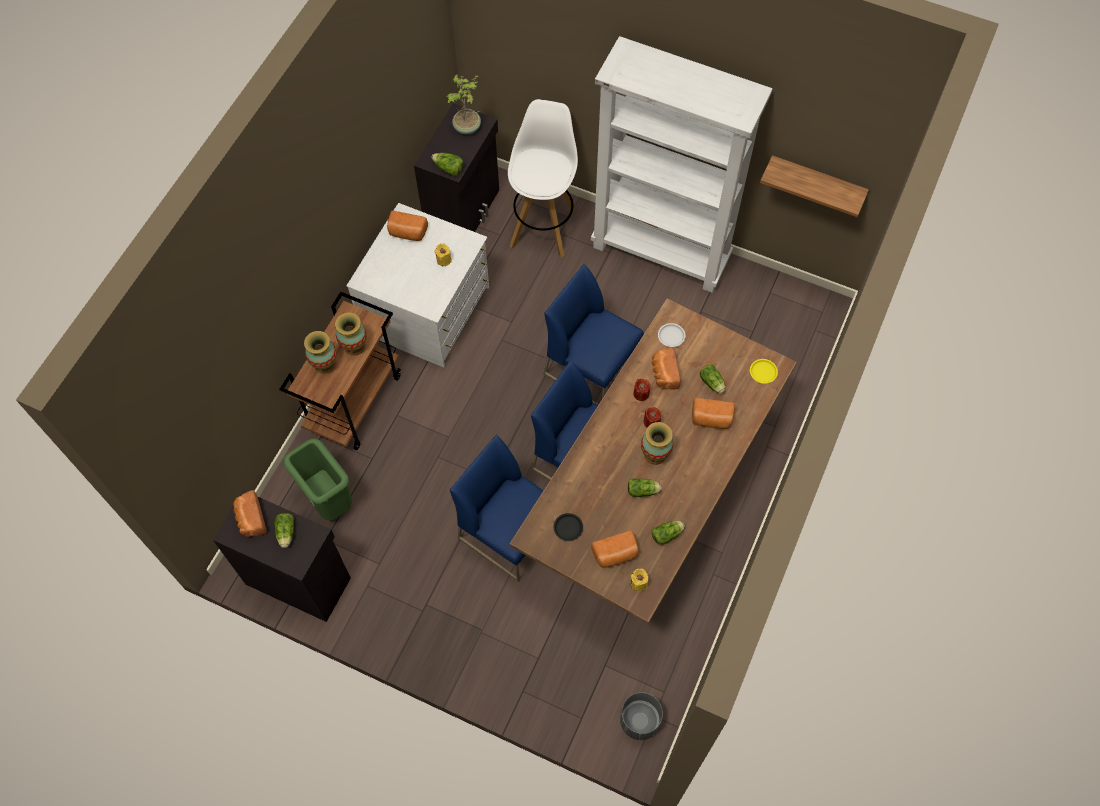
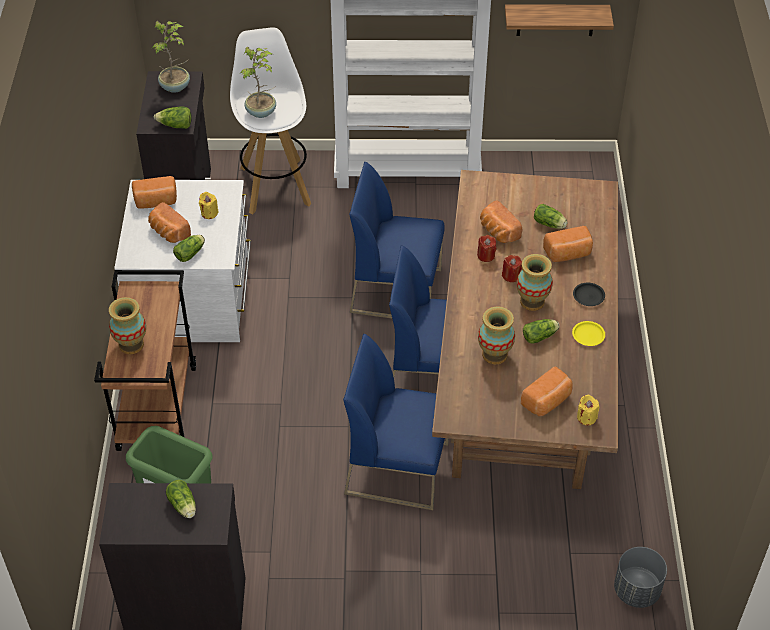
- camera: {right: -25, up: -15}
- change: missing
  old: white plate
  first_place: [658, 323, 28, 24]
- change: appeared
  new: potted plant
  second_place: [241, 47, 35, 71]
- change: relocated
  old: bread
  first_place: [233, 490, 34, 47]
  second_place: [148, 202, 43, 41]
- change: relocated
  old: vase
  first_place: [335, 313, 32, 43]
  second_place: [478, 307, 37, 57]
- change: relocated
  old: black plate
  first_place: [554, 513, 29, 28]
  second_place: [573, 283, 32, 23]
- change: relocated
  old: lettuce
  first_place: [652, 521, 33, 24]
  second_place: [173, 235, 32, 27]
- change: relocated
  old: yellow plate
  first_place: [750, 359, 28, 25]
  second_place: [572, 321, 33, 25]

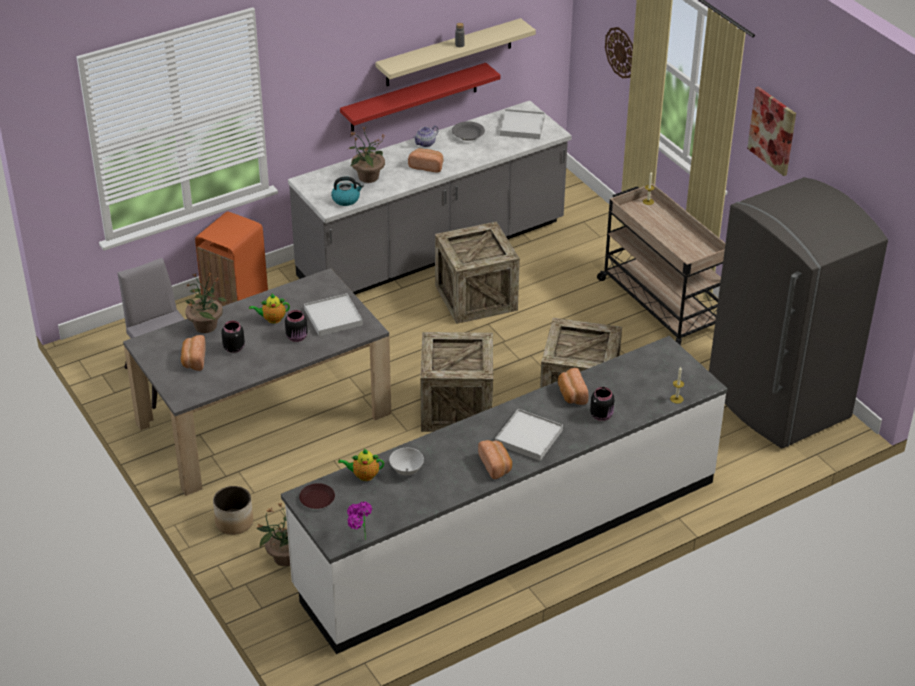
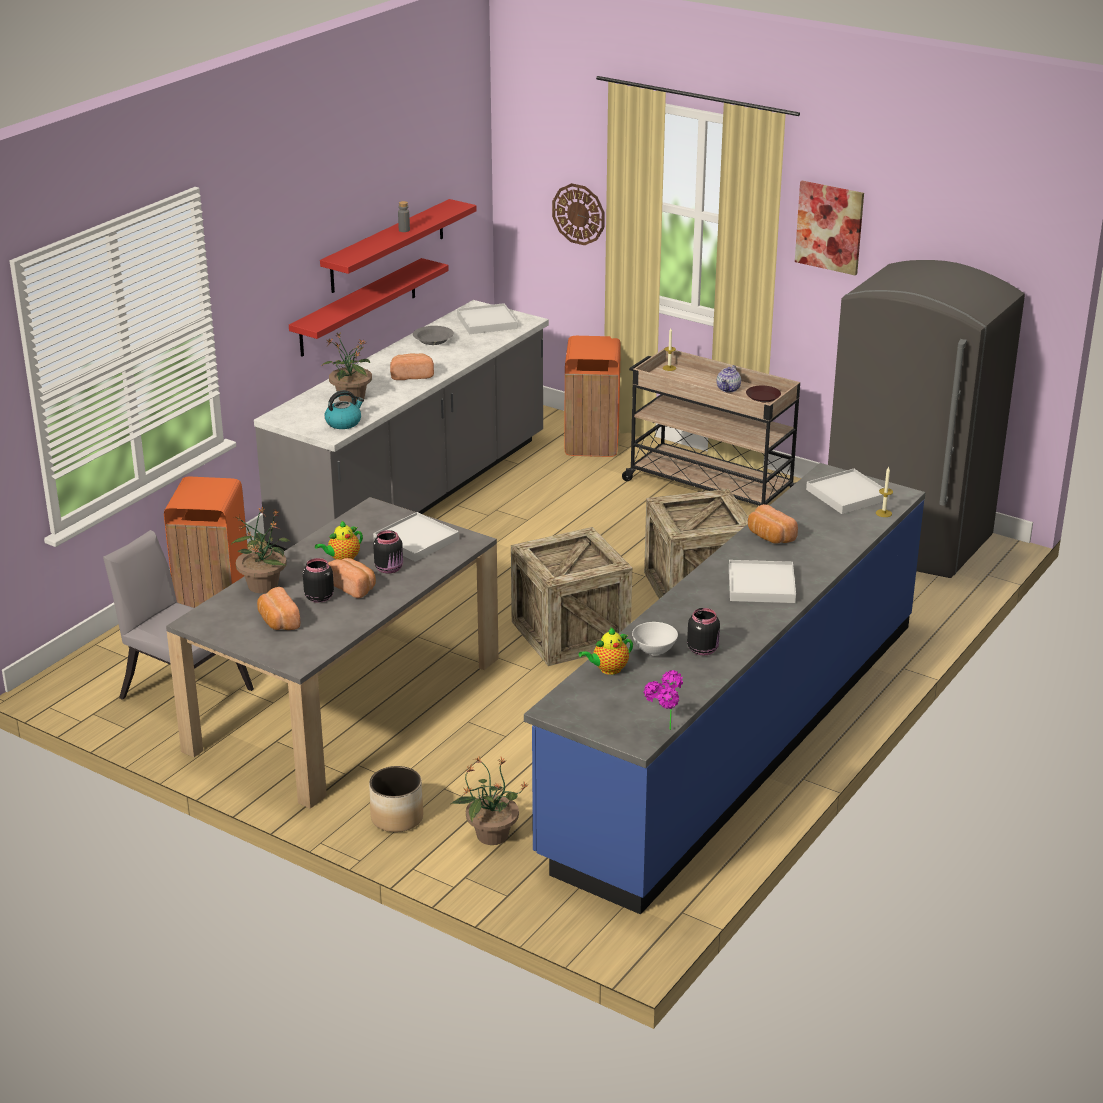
- camera: {right: -25, up: -10}
- change: missing
  old: crate
  first_place: [435, 221, 85, 103]
- change: appeared
  new: orange trash can
  second_place: [564, 336, 57, 121]
- change: appeared
  new: white tray
  second_place: [806, 469, 84, 45]
- change: relocated
  old: brown plate
  first_place: [299, 483, 36, 26]
  second_place: [746, 386, 35, 16]
- change: relocated
  old: teapot
  first_place: [413, 125, 25, 22]
  second_place: [717, 365, 24, 27]
- change: relocated
  old: bread
  first_place: [478, 440, 34, 39]
  second_place: [328, 558, 48, 40]
- change: relocated
  old: black jar
  first_place: [590, 387, 24, 34]
  second_place: [687, 608, 33, 47]
- change: colour
  old: white counter
  new: blue counter
  first_place: [281, 336, 447, 318]
  second_place: [524, 463, 402, 452]
- change: colour
  old: beige shelf
  new: red shelf
  first_place: [375, 18, 161, 68]
  second_place: [320, 199, 157, 94]

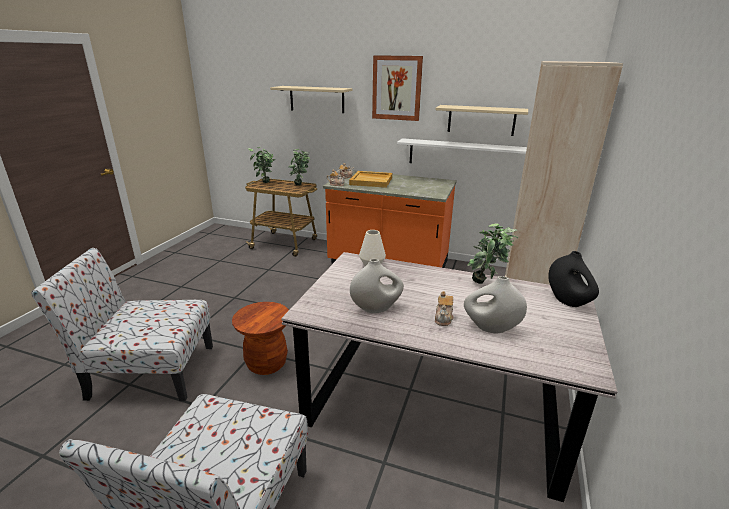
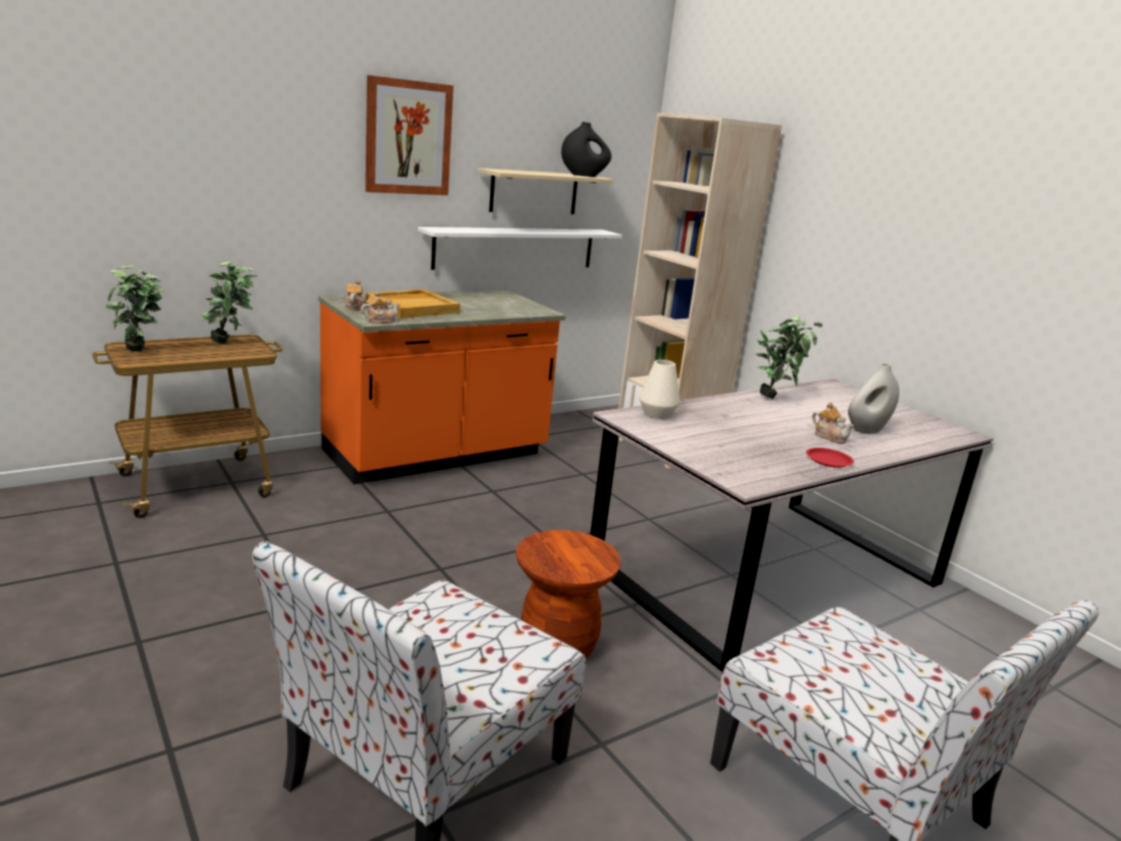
- camera: {right: -55, up: -5}
- change: missing
  old: beige shelf
  first_place: [270, 86, 82, 27]
- change: missing
  old: white vase
  first_place: [350, 259, 54, 54]
- change: appeared
  new: red plate
  second_place: [806, 448, 48, 20]
- change: relocated
  old: black vase
  first_place: [548, 251, 51, 56]
  second_place: [561, 122, 51, 55]

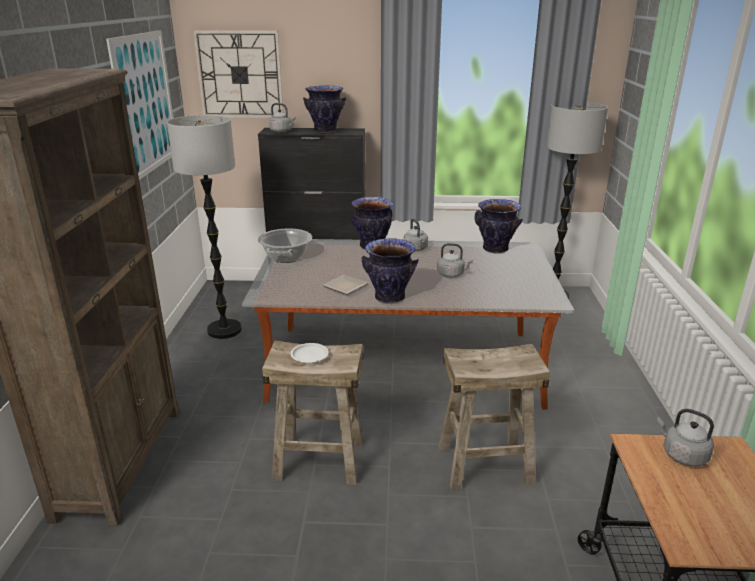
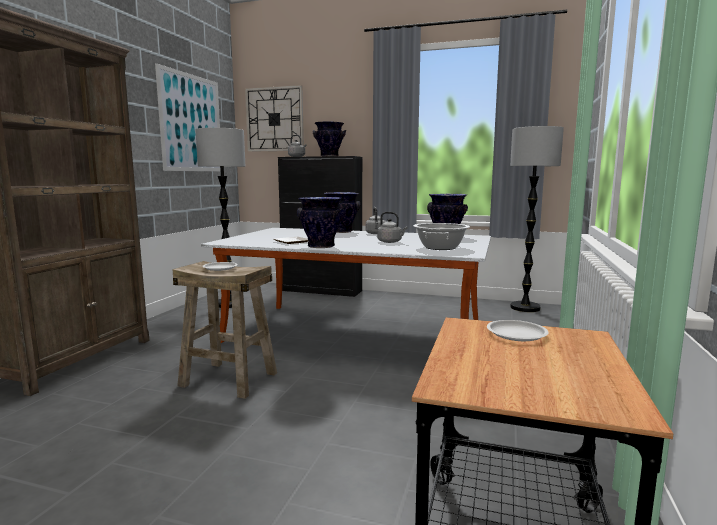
- camera: {right: 15, up: -15}
- change: missing
  old: beige stool
  first_place: [439, 344, 111, 147]
- change: relocated
  old: cooking pot
  first_place: [258, 228, 54, 35]
  second_place: [413, 223, 57, 27]
- change: exchanged
  old: grey kettle
  new: white plate
  first_place: [657, 409, 57, 57]
  second_place: [487, 320, 62, 21]

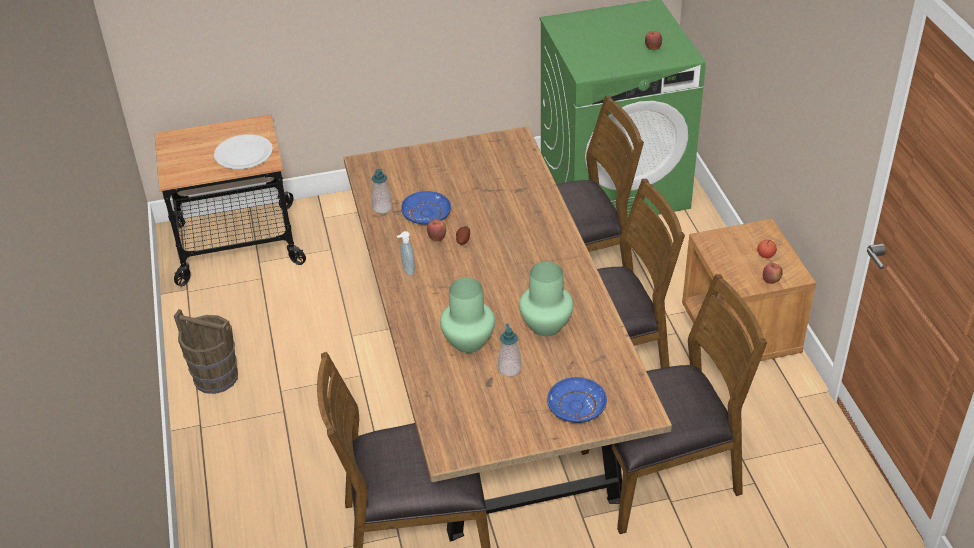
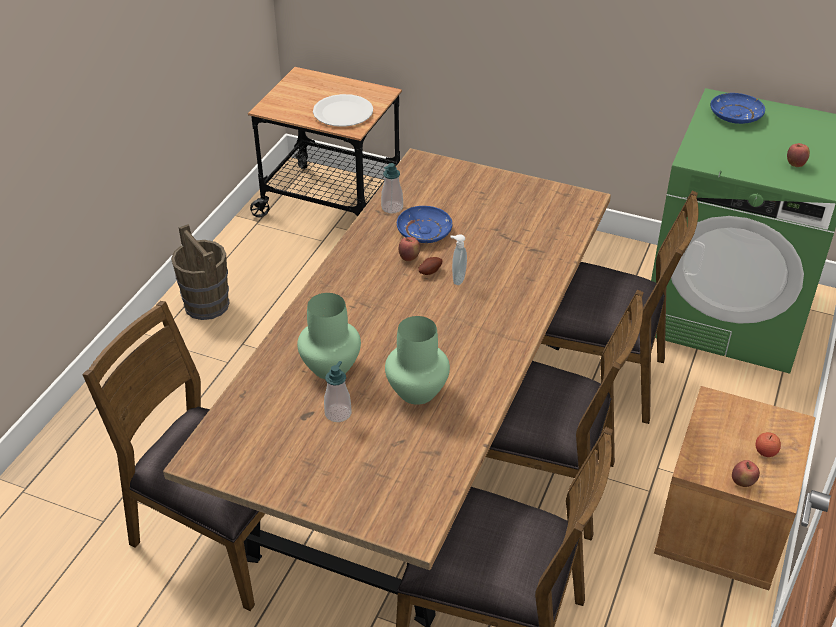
- camera: {right: 35, up: 0}
- change: relocated
  old: soap dispenser
  first_place: [397, 231, 18, 45]
  second_place: [450, 234, 17, 51]
- change: relocated
  old: blue plate
  first_place: [547, 377, 60, 46]
  second_place: [711, 93, 54, 31]

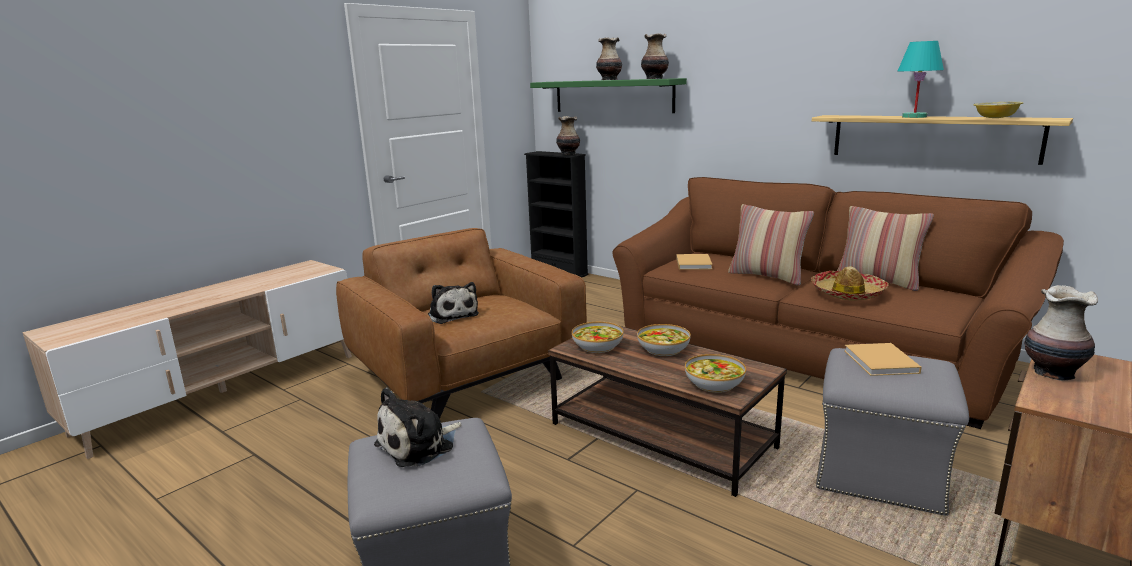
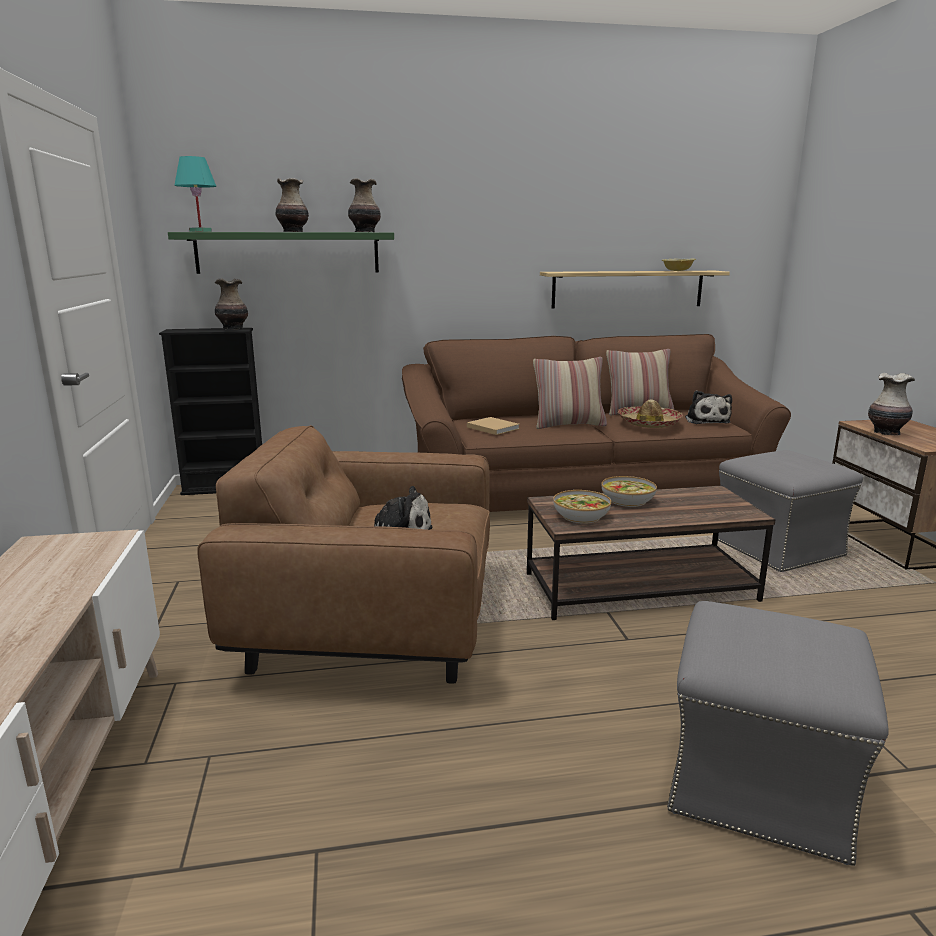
- camera: {right: -50, up: 0}
- change: missing
  old: bowl
  first_place: [685, 354, 61, 39]
- change: missing
  old: beige book
  first_place: [844, 343, 78, 33]
- change: relocated
  old: plush toy
  first_place: [374, 387, 88, 80]
  second_place: [685, 390, 47, 34]
- change: relocated
  old: turquoise table lamp
  first_place: [898, 41, 46, 77]
  second_place: [174, 156, 42, 76]

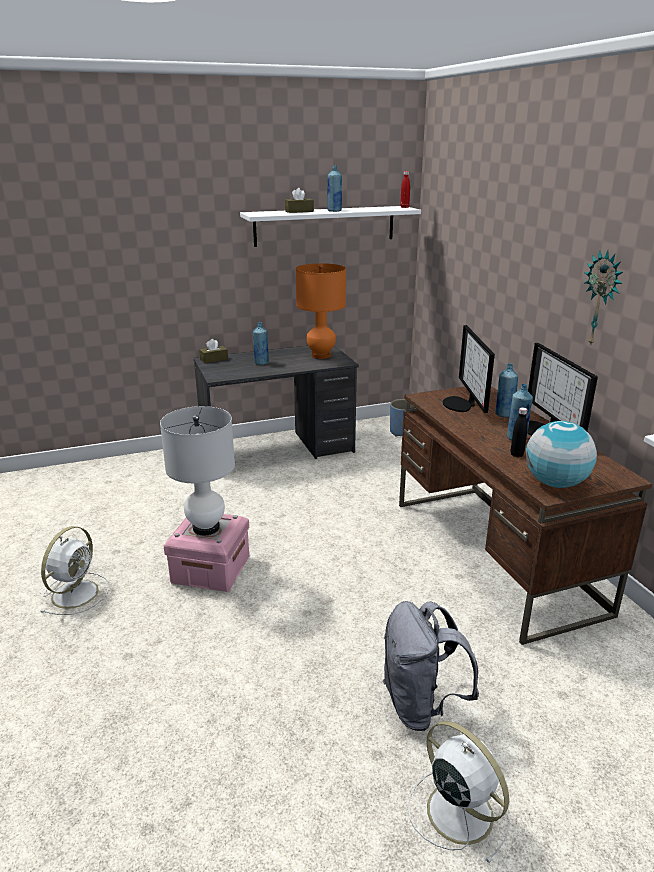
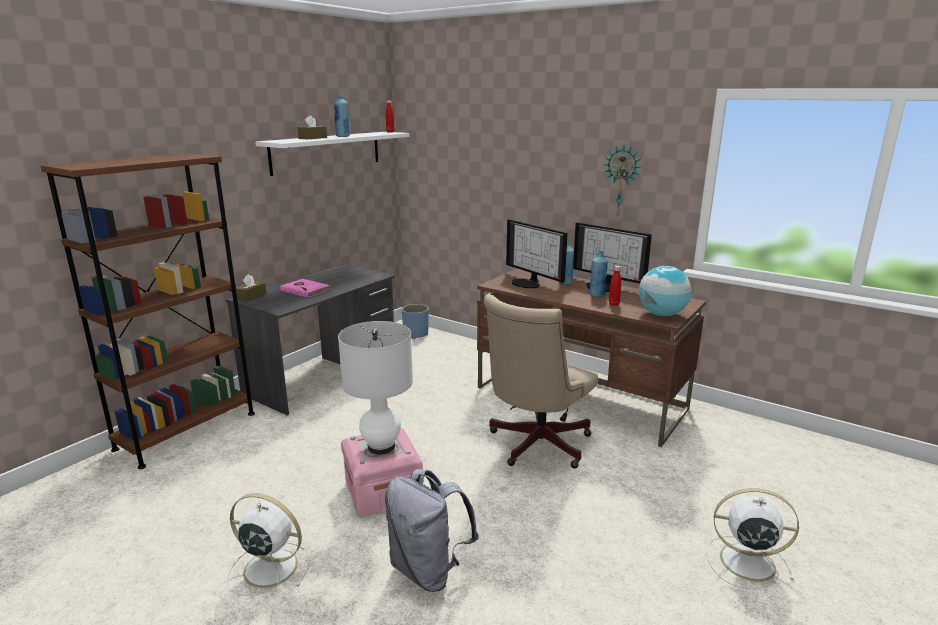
- camera: {right: -35, up: -5}
- change: missing
  old: orange table lamp
  first_place: [296, 263, 50, 96]
- change: appeared
  new: brown bookcase
  second_place: [41, 153, 214, 316]
- change: appeared
  new: beige office chair
  second_place: [484, 295, 114, 174]
- change: relocated
  old: grey backpack
  first_place: [383, 601, 96, 130]
  second_place: [385, 469, 94, 123]
- change: exchanged
  old: blue bottle
  new: pink book
  first_place: [253, 322, 16, 43]
  second_place: [280, 279, 50, 19]
- change: colour
  old: black bottle
  new: red bottle
  first_place: [511, 407, 17, 50]
  second_place: [609, 266, 12, 40]
- change: spun
  old: white fan
  first_place: [41, 526, 69, 89]
  second_place: [227, 493, 83, 103]
  degrees: -60

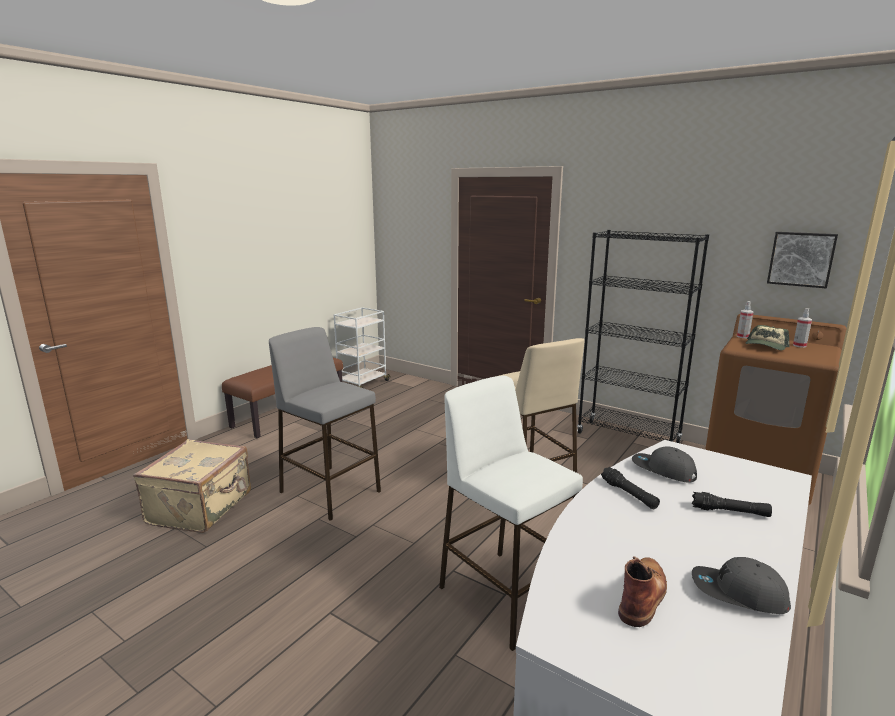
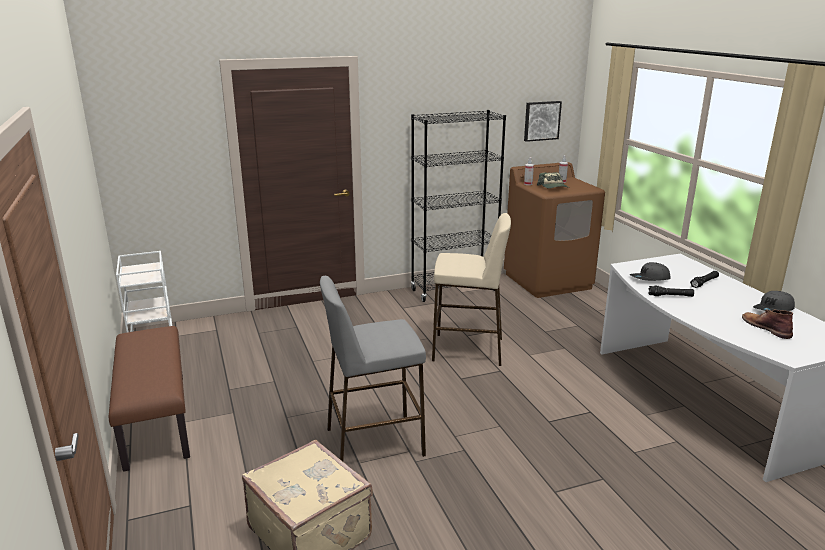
- camera: {right: -55, up: 5}
- change: missing
  old: white stool
  first_place: [439, 376, 144, 275]

